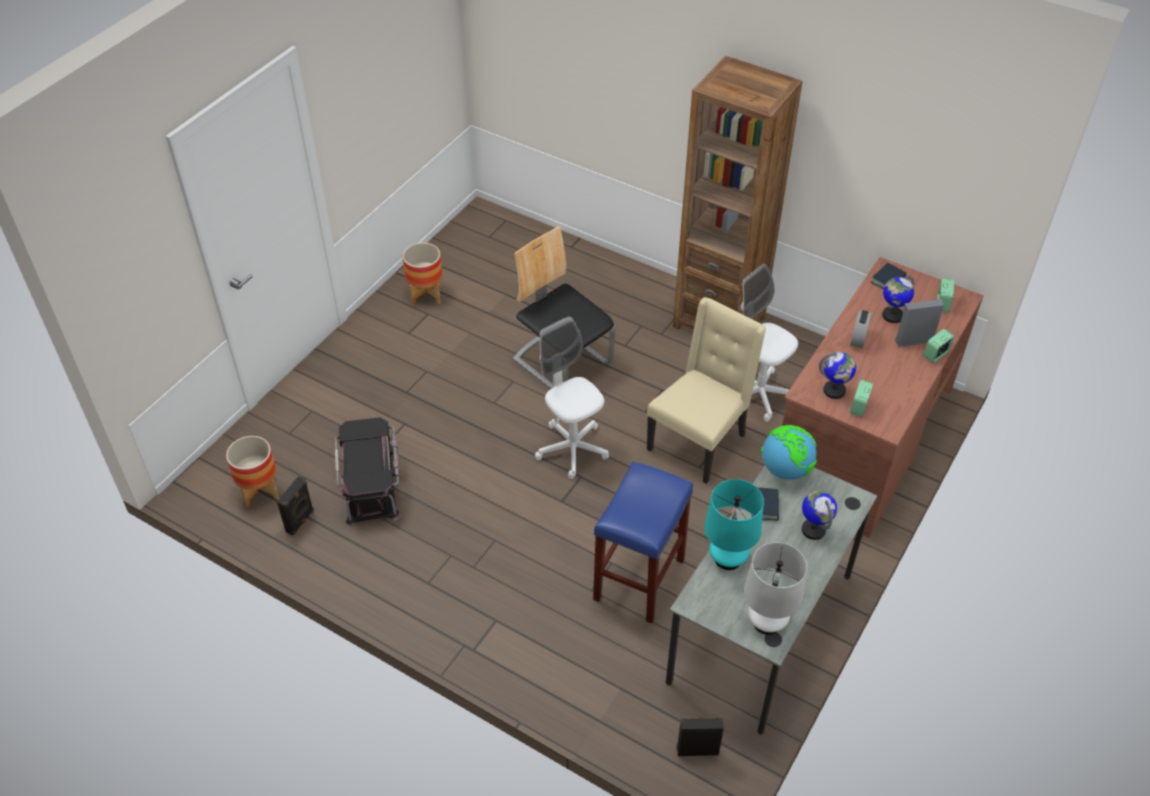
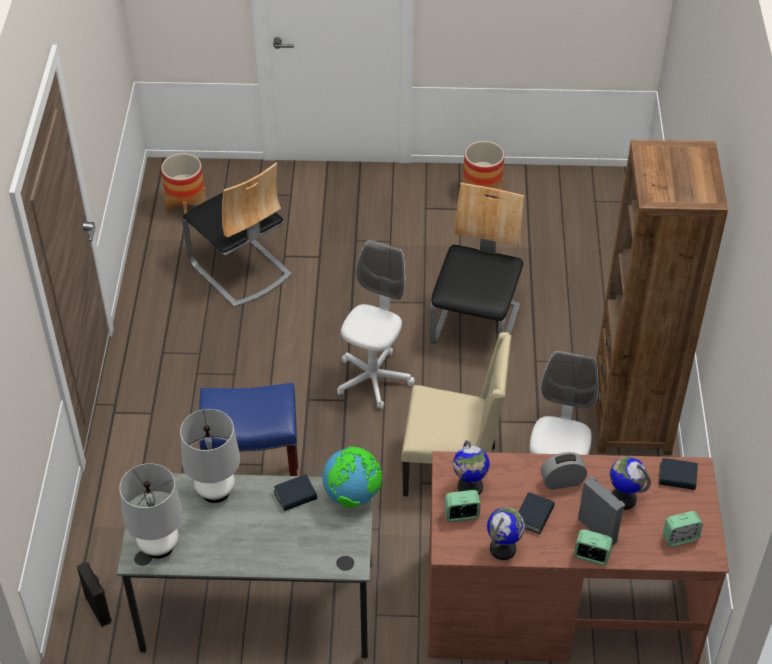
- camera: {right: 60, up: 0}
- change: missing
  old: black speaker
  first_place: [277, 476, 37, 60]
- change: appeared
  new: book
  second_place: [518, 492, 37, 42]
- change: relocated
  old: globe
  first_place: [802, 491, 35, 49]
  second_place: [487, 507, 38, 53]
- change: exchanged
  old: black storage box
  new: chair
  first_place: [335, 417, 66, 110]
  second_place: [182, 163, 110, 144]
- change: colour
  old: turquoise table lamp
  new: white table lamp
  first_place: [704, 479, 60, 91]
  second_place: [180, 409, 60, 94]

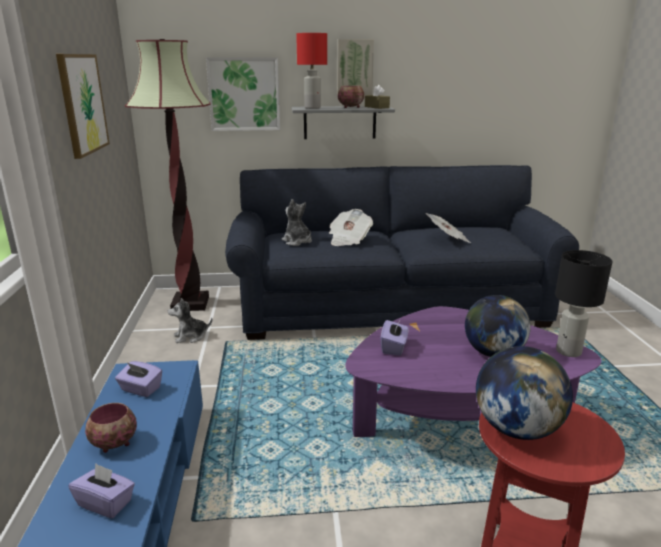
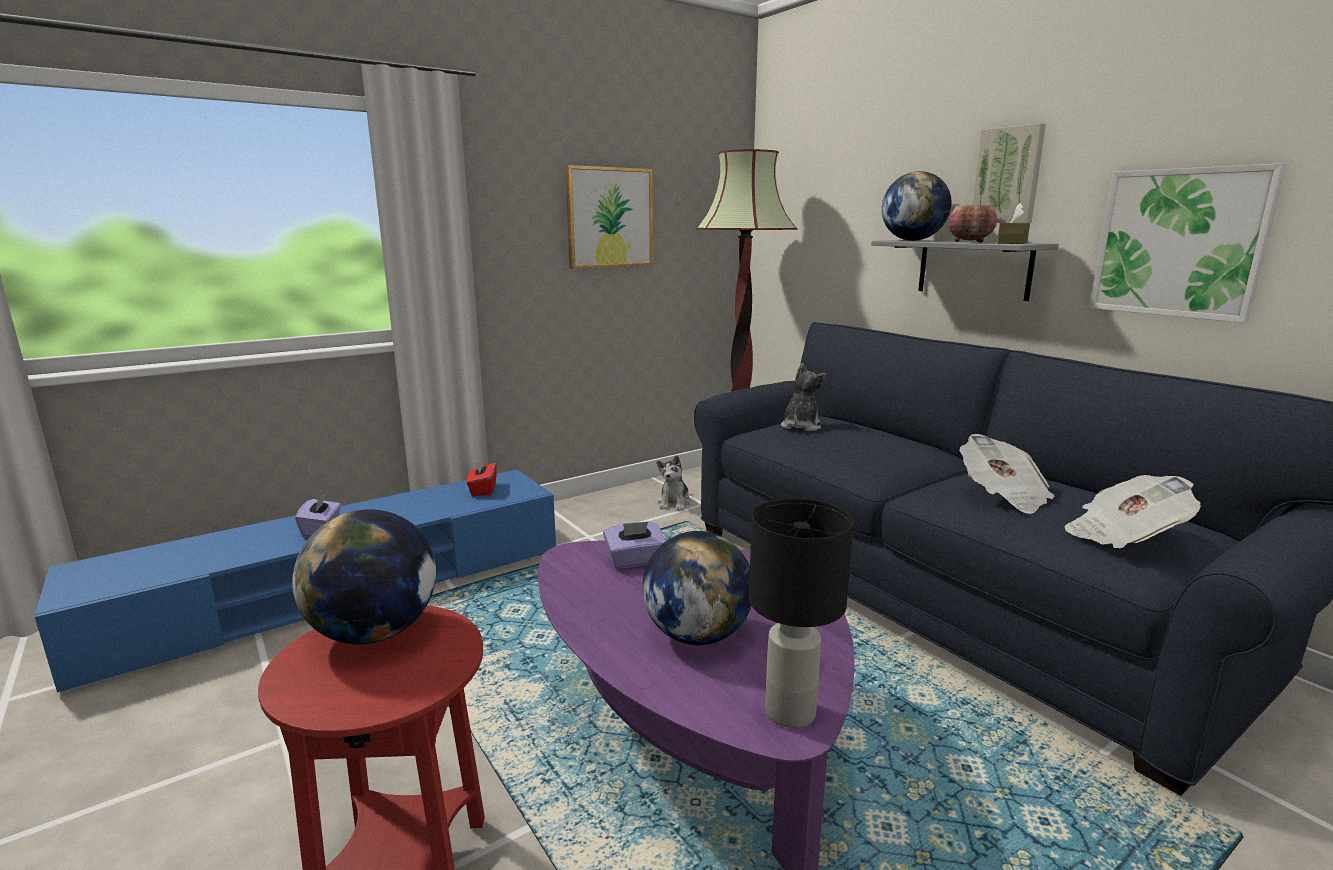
- camera: {right: 60, up: -5}
- change: missing
  old: bowl
  first_place: [85, 403, 52, 50]
- change: relocated
  old: picture
  first_place: [206, 57, 74, 74]
  second_place: [1089, 163, 198, 160]
- change: relocated
  old: newspaper
  first_place: [329, 209, 44, 37]
  second_place: [1065, 475, 136, 73]
- change: exchanged
  old: red table lamp
  new: globe
  first_place: [296, 33, 31, 76]
  second_place: [881, 171, 70, 70]
- change: colour
  old: purple tissue box
  new: red tissue box
  first_place: [115, 361, 47, 36]
  second_place: [467, 458, 30, 38]
- change: spun
  old: plush toy
  first_place: [168, 298, 44, 45]
  second_place: [657, 455, 34, 56]
  degrees: -120

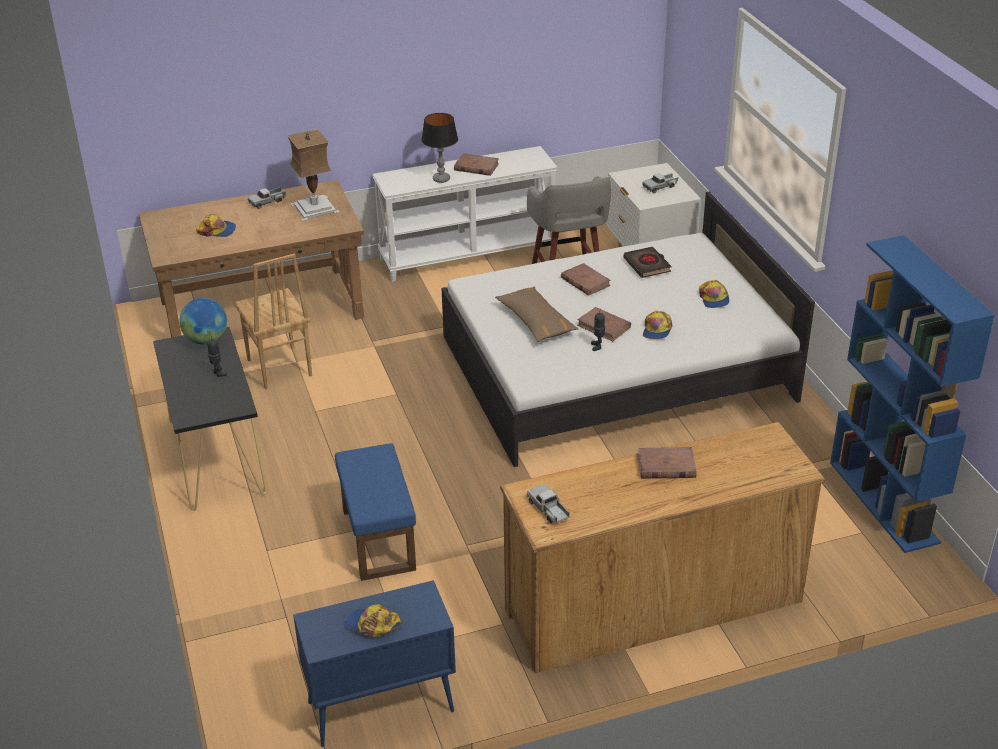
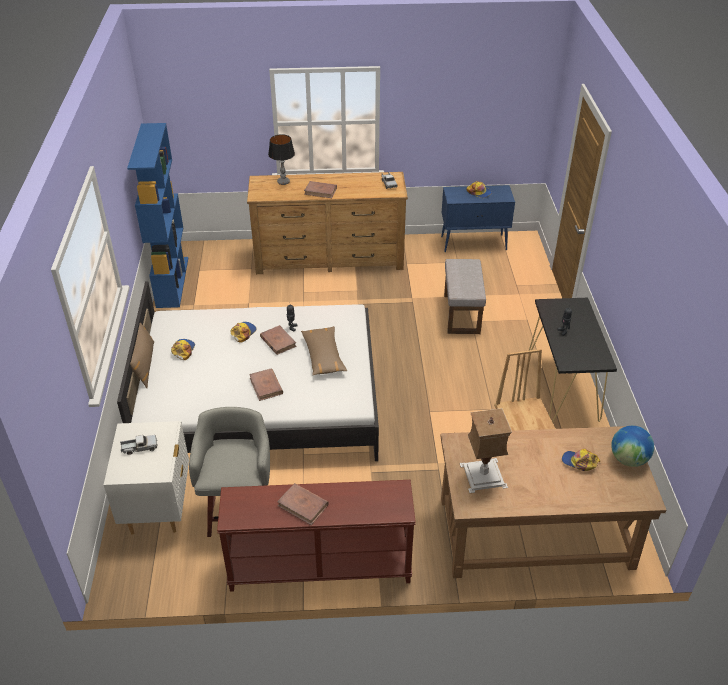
- camera: {right: -165, up: 5}
- change: missing
  old: toy truck
  first_place: [248, 187, 38, 22]
- change: missing
  old: black book
  first_place: [624, 247, 47, 31]
- change: appeared
  new: brown pillow
  second_place: [130, 323, 24, 65]
- change: relocated
  old: globe
  first_place: [179, 298, 48, 47]
  second_place: [611, 426, 43, 41]
- change: relocated
  old: table lamp
  first_place: [421, 113, 37, 70]
  second_place: [268, 134, 27, 51]
- change: colour
  old: blue ottoman
  new: grey ottoman
  first_place: [335, 443, 81, 138]
  second_place: [444, 259, 42, 75]
- change: colour
  old: white console table
  new: brown console table
  first_place: [373, 146, 184, 136]
  second_place: [217, 480, 199, 112]

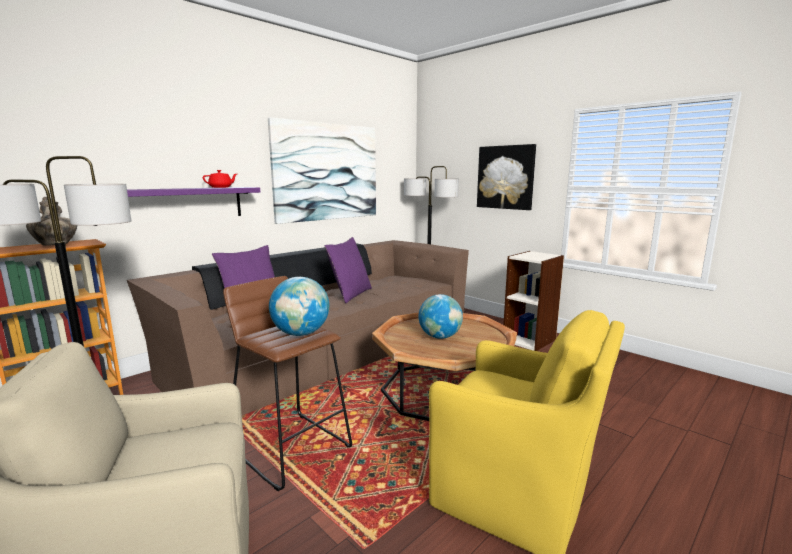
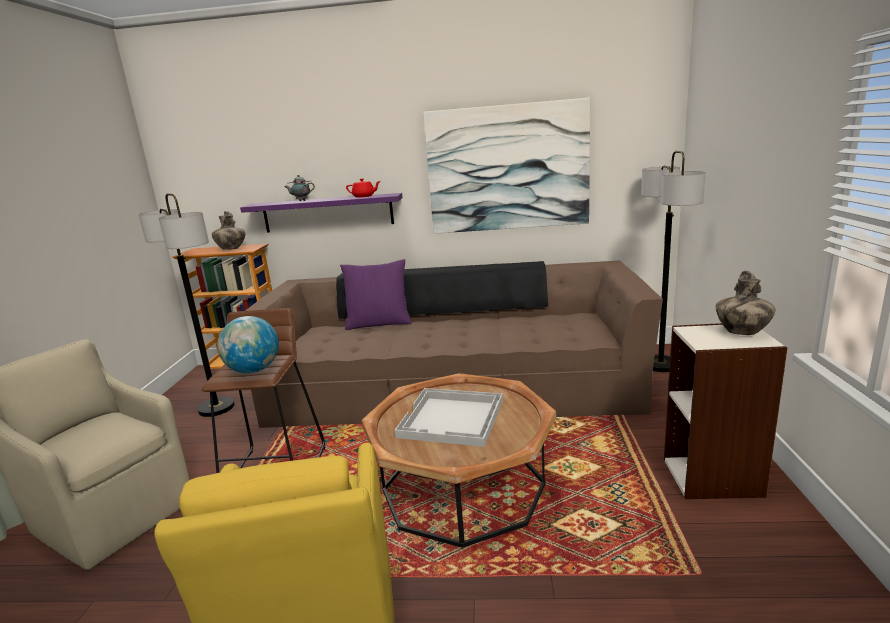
- camera: {right: 50, up: 5}
- change: missing
  old: purple pillow
  first_place: [325, 237, 47, 66]
- change: missing
  old: picture
  first_place: [477, 144, 59, 66]
- change: appeared
  new: teapot
  second_place: [284, 175, 31, 26]
- change: appeared
  new: vase
  second_place: [716, 271, 59, 64]
- change: exchanged
  old: globe
  new: white tray
  first_place: [418, 294, 45, 45]
  second_place: [395, 388, 108, 59]

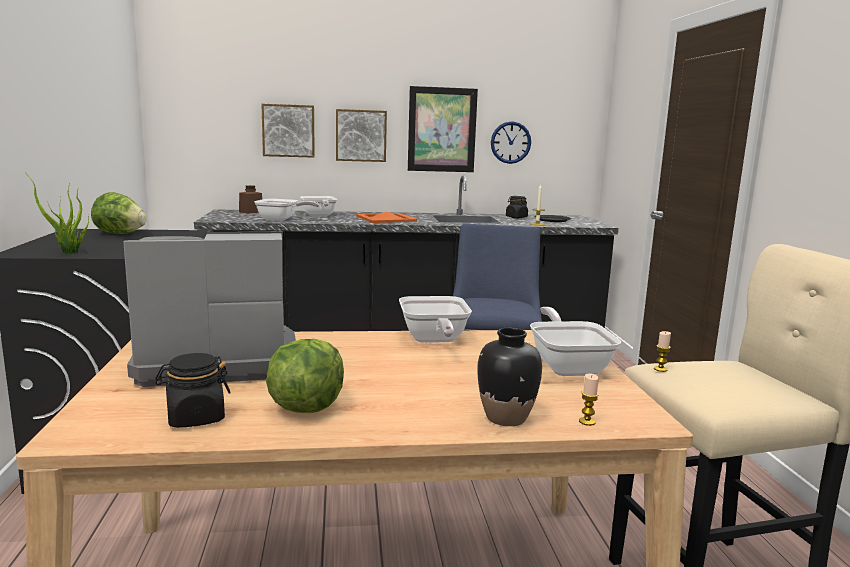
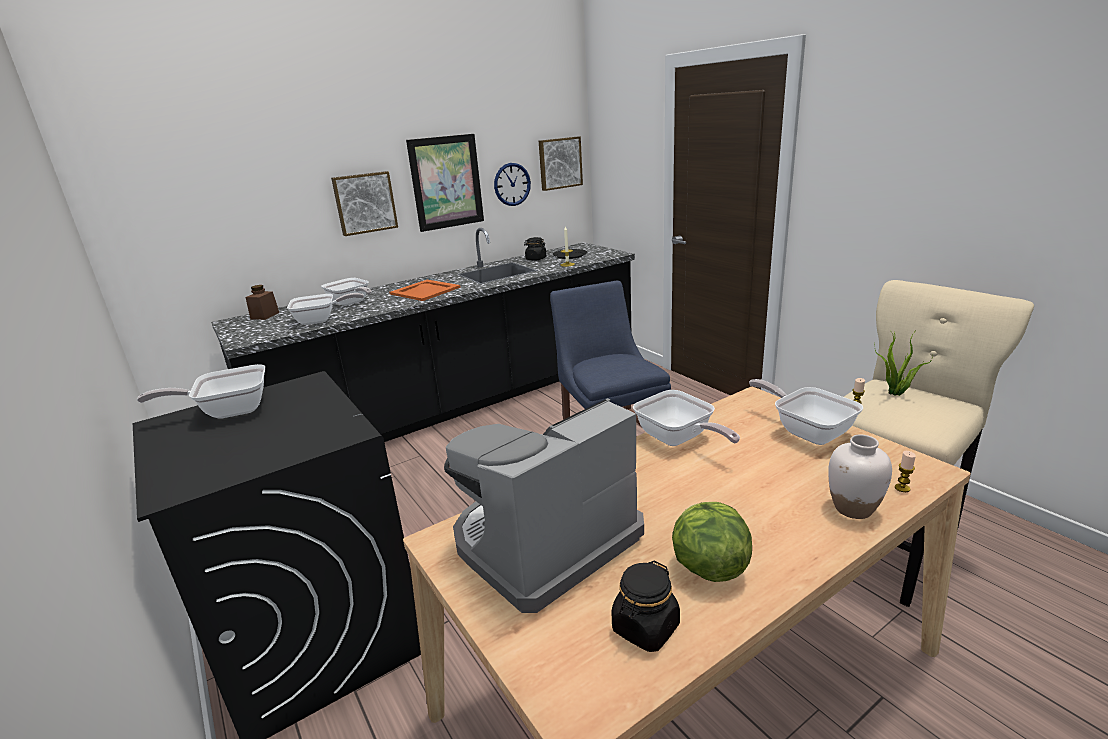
- camera: {right: -25, up: 10}
- change: relocated
  old: potted plant
  first_place: [30, 178, 59, 75]
  second_place: [875, 332, 58, 64]
- change: relocated
  old: picture
  first_place: [261, 104, 54, 54]
  second_place: [539, 137, 44, 54]
- change: exchanged
  old: lettuce
  new: frying pan
  first_place: [91, 192, 56, 42]
  second_place: [137, 364, 128, 55]
- change: colour
  old: black vase
  new: white vase
  first_place: [477, 328, 65, 98]
  second_place: [828, 434, 64, 85]

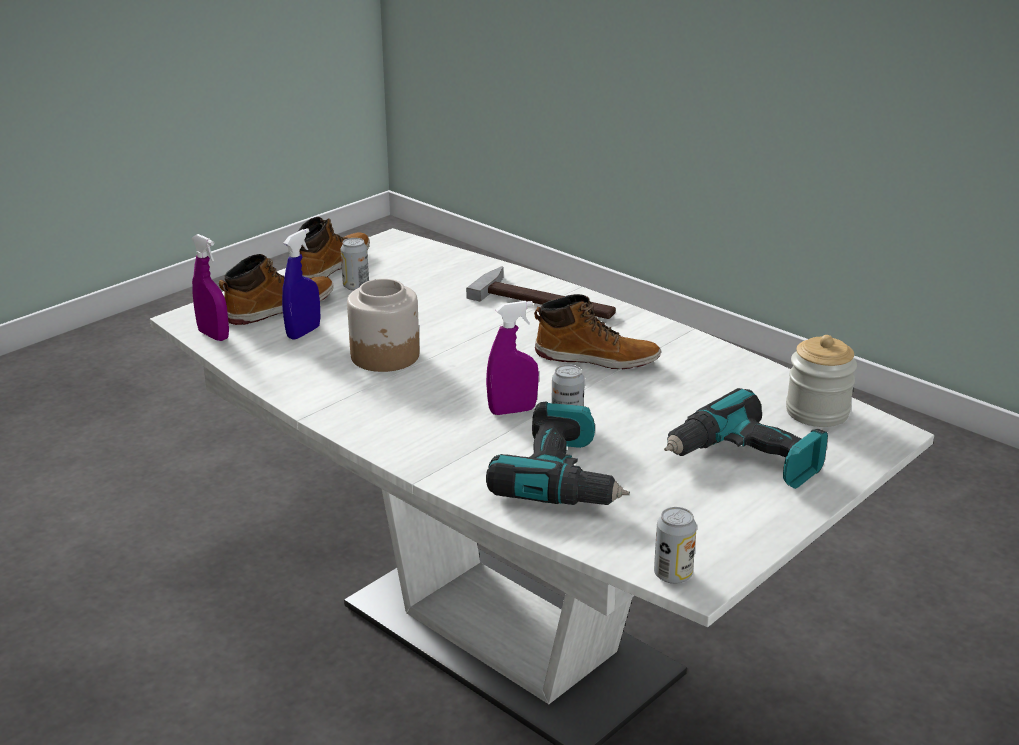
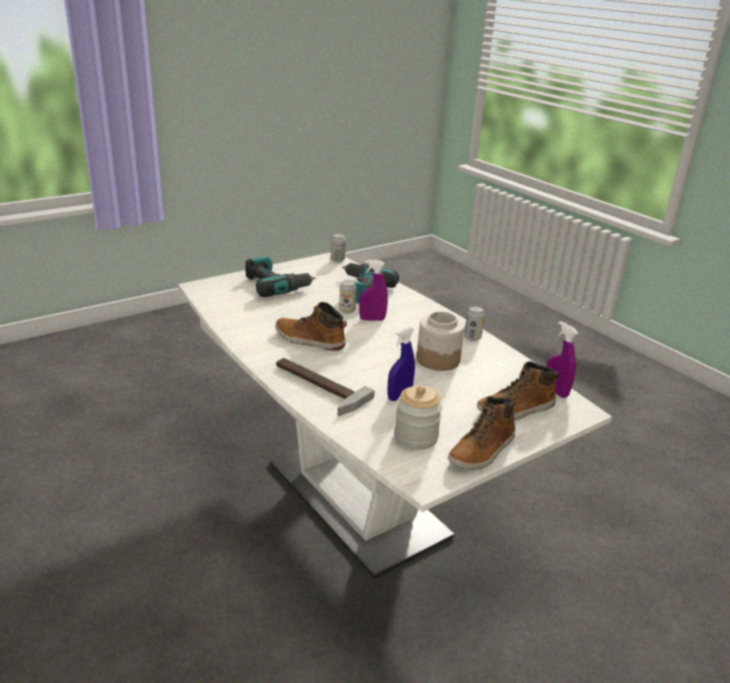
- camera: {right: -170, up: 0}
- change: relocated
  old: blue spray bottle
  first_place: [282, 228, 38, 112]
  second_place: [387, 327, 28, 74]
- change: relocated
  old: can
  first_place: [340, 238, 29, 53]
  second_place: [464, 306, 21, 35]
- change: relocated
  old: jar
  first_place: [786, 335, 71, 92]
  second_place: [395, 385, 47, 65]

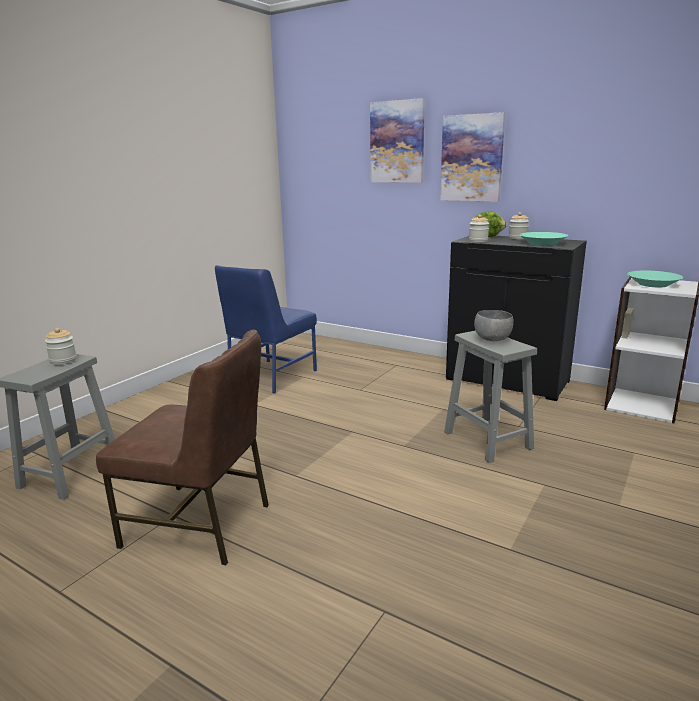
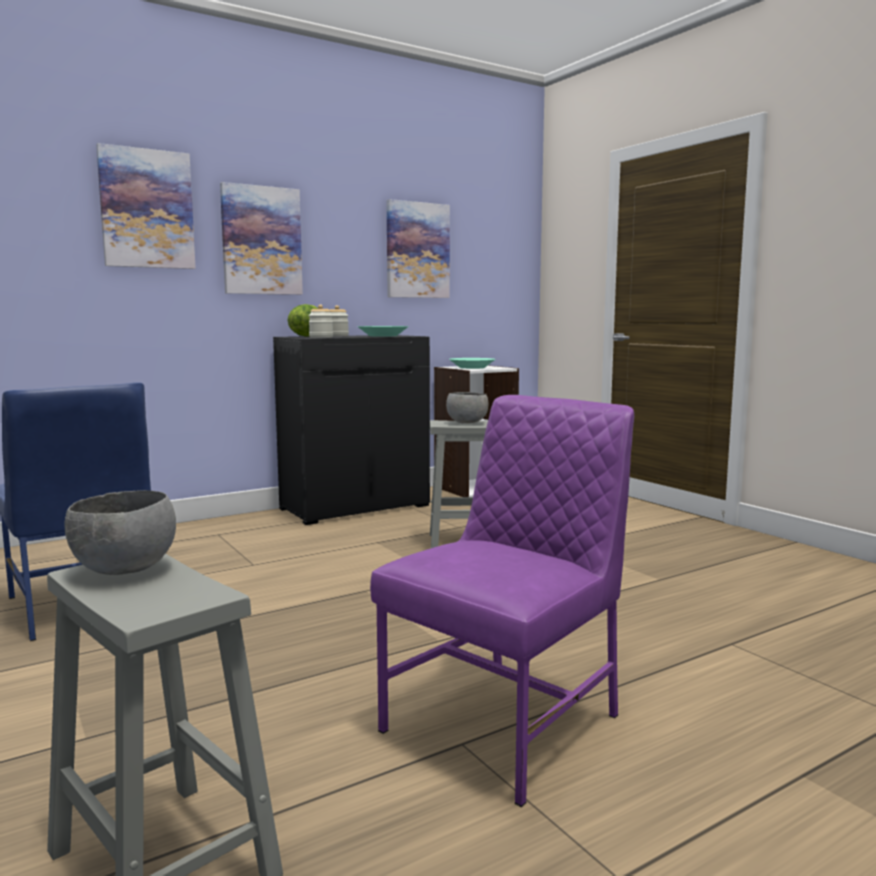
- camera: {right: -65, up: -10}
- change: appeared
  new: picture
  second_place: [386, 199, 64, 99]
- change: exchanged
  old: jar
  new: grey bowl
  first_place: [45, 328, 32, 37]
  second_place: [65, 490, 111, 85]
- change: colour
  old: brown chair
  new: purple chair
  first_place: [96, 329, 173, 236]
  second_place: [370, 395, 264, 412]

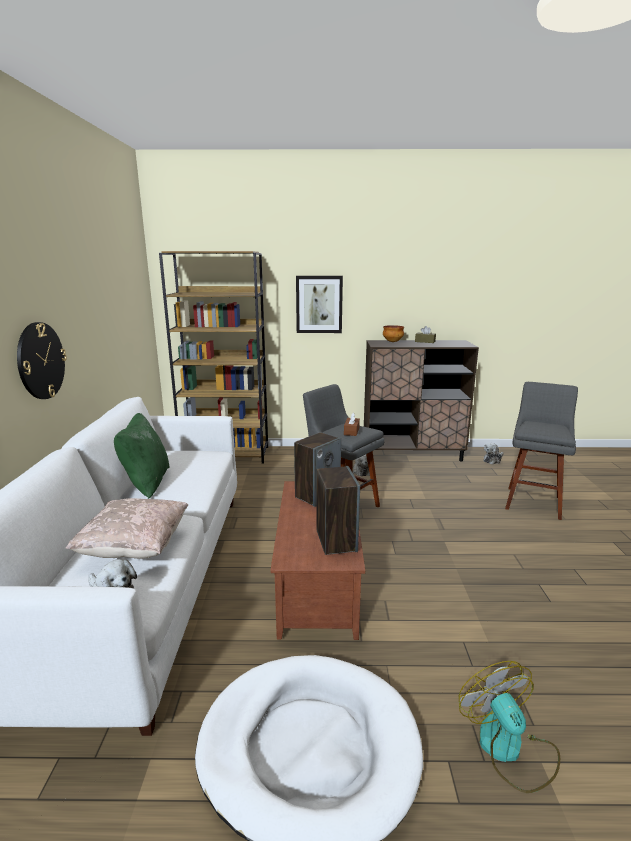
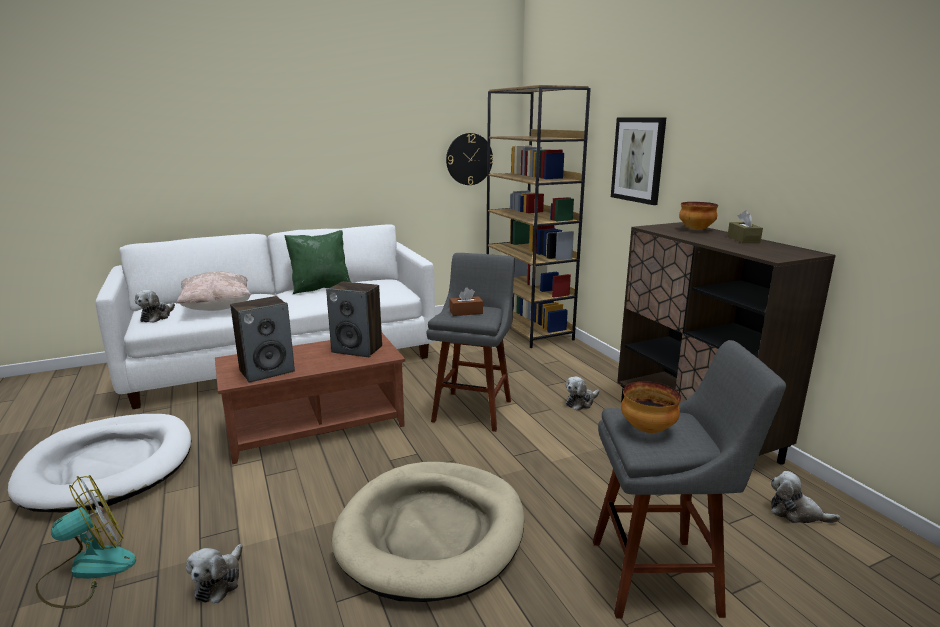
- camera: {right: 65, up: 0}
- change: appeared
  new: plush toy
  second_place: [186, 544, 57, 59]
- change: appeared
  new: beige dog bed
  second_place: [332, 462, 192, 140]
- change: appeared
  new: bowl
  second_place: [621, 381, 60, 52]
- change: relocated
  old: wall clock
  first_place: [17, 322, 50, 77]
  second_place: [446, 133, 47, 52]

